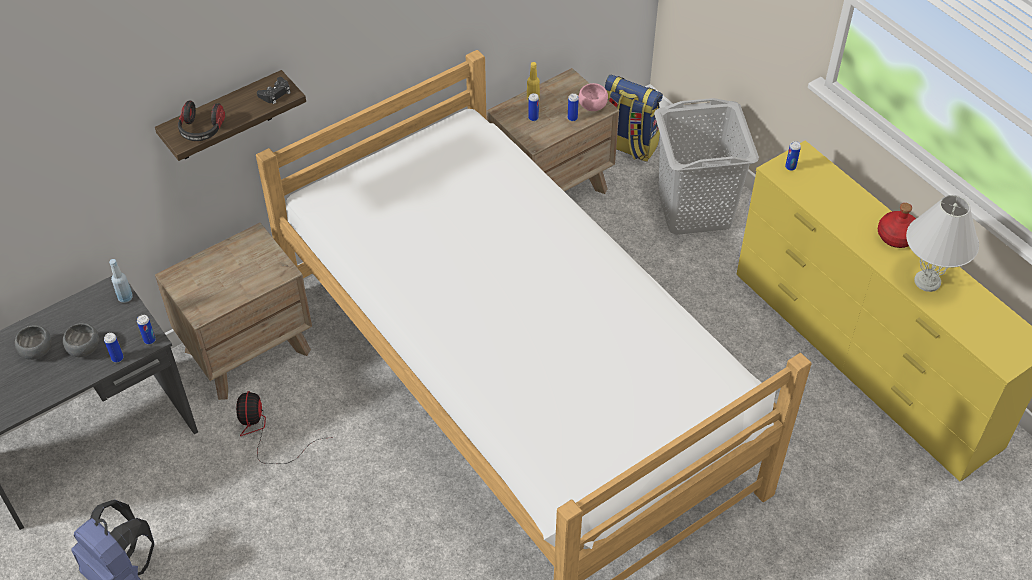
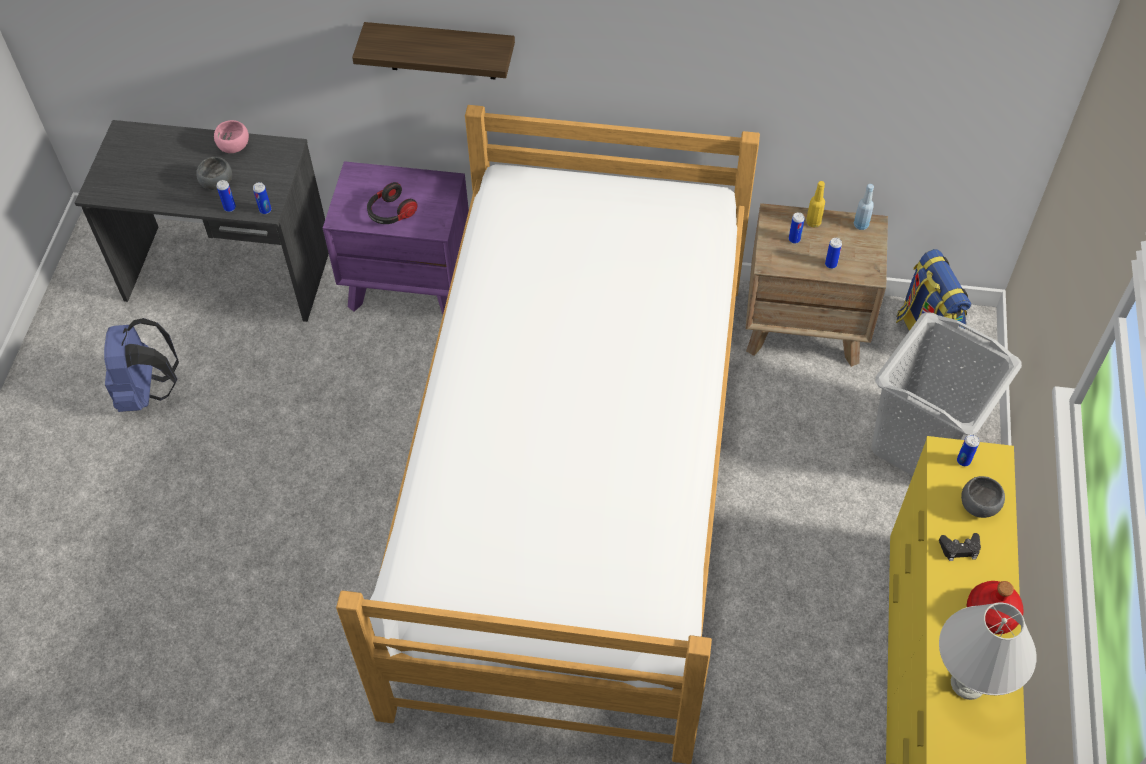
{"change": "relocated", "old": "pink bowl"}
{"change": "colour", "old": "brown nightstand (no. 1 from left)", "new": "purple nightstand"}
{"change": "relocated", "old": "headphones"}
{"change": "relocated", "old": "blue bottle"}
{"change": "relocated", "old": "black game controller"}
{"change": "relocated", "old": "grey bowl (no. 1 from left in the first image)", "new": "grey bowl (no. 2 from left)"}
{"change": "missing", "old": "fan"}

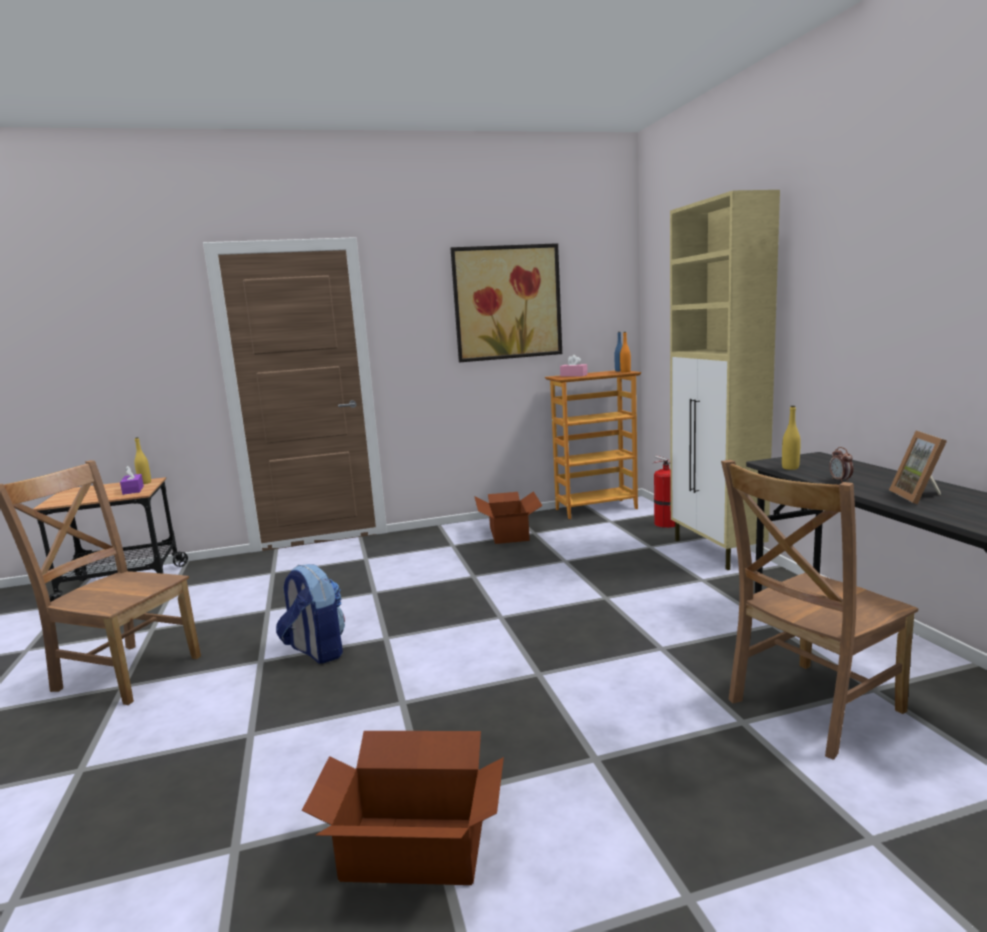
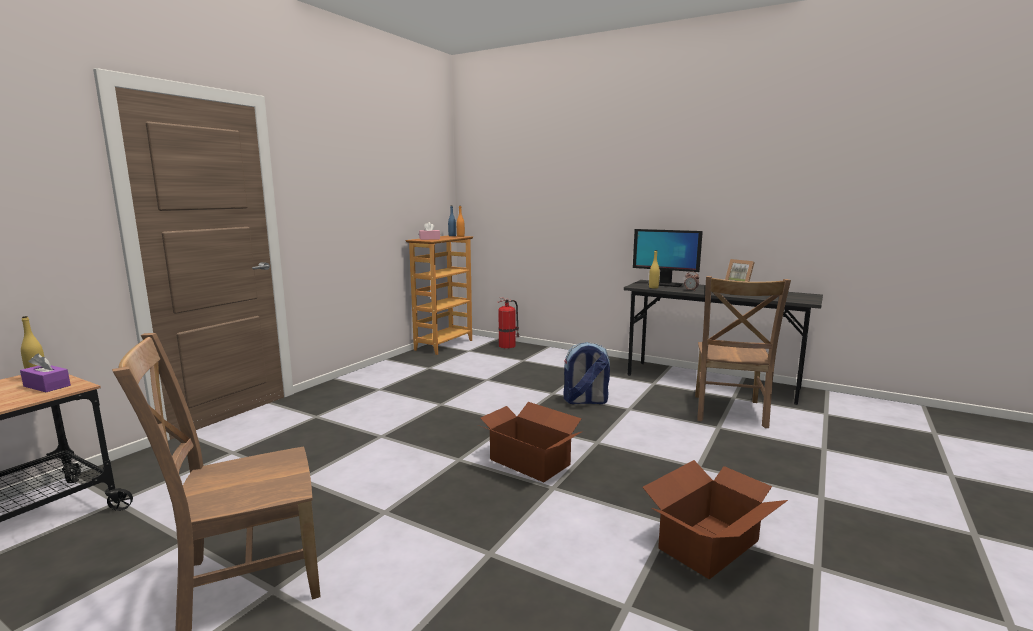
{"change": "relocated", "old": "cardboard box (no. 2 from left in the first image)", "new": "cardboard box (no. 1 from left)"}
{"change": "relocated", "old": "backpack"}
{"change": "appeared", "new": "monitor"}
{"change": "missing", "old": "picture"}
{"change": "missing", "old": "beige cabinet"}

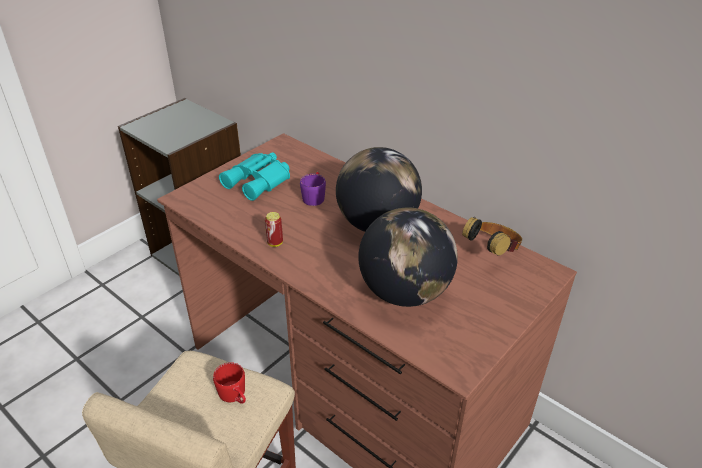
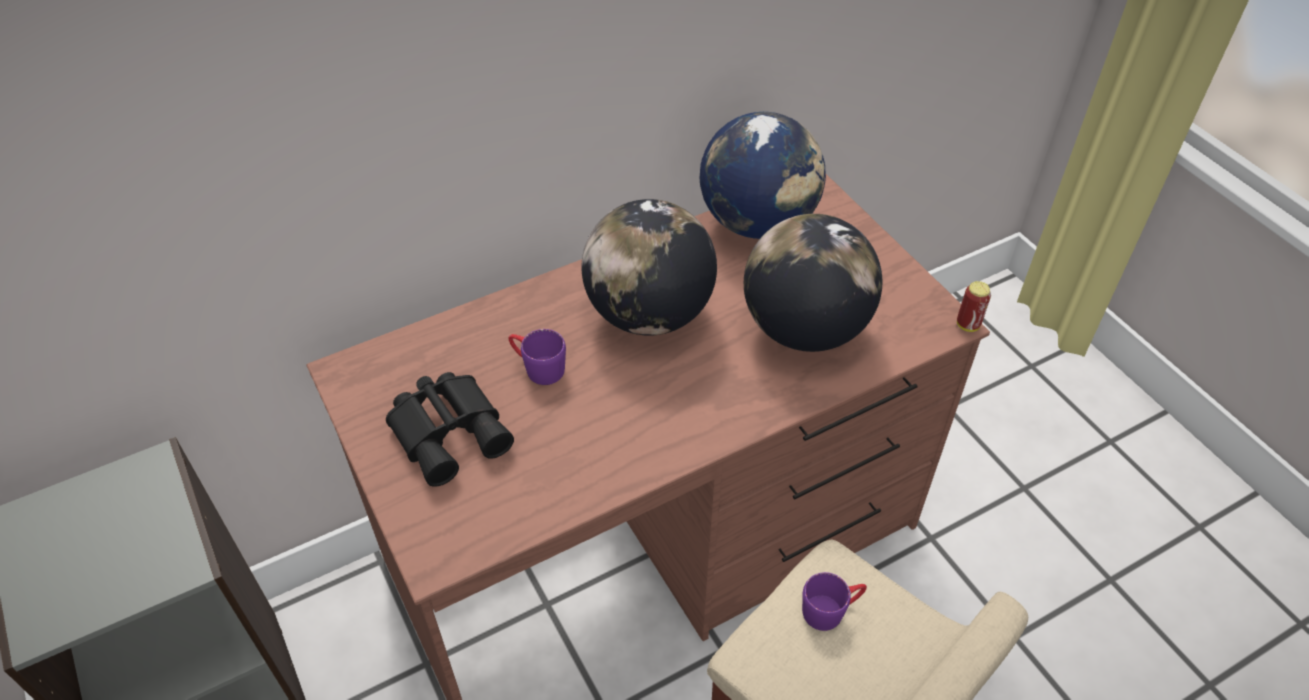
{"change": "colour", "old": "turquoise binoculars", "new": "black binoculars"}
{"change": "exchanged", "old": "headphones", "new": "globe (no. 2 from left)"}
{"change": "colour", "old": "red mug", "new": "purple mug (no. 2 from left)"}
{"change": "relocated", "old": "can"}

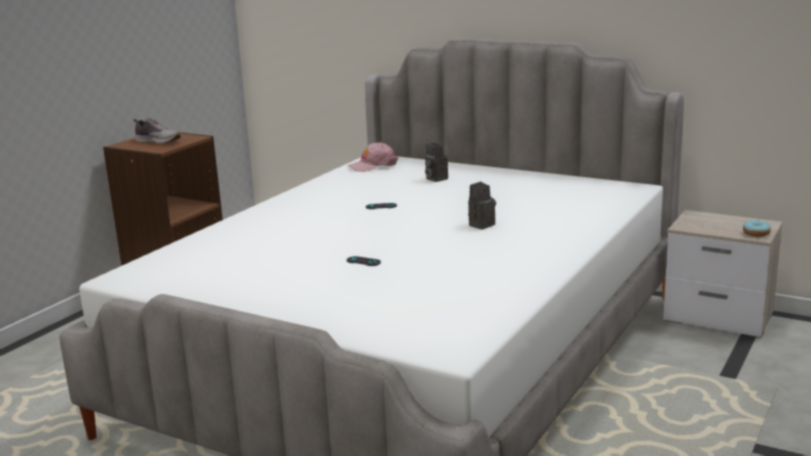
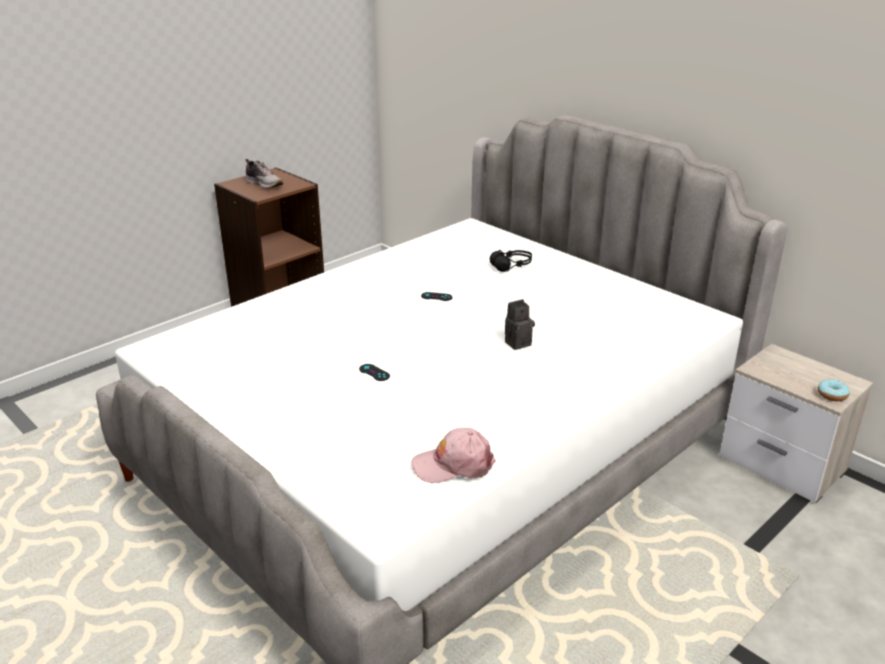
{"change": "relocated", "old": "pink cap"}
{"change": "exchanged", "old": "photo camera (no. 1 from left)", "new": "black headphones"}

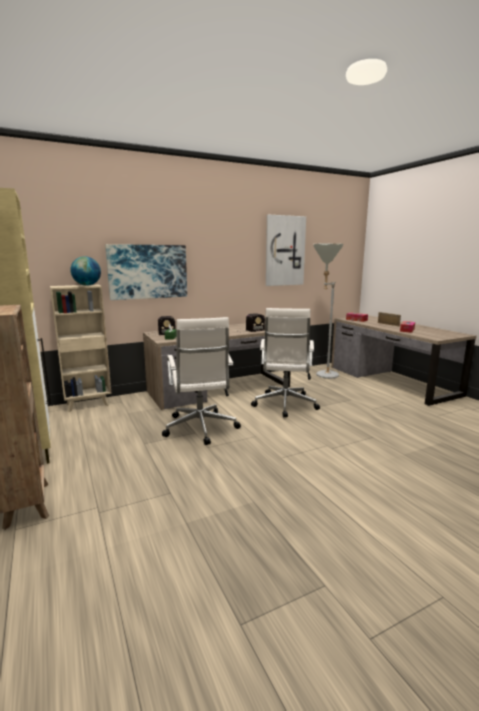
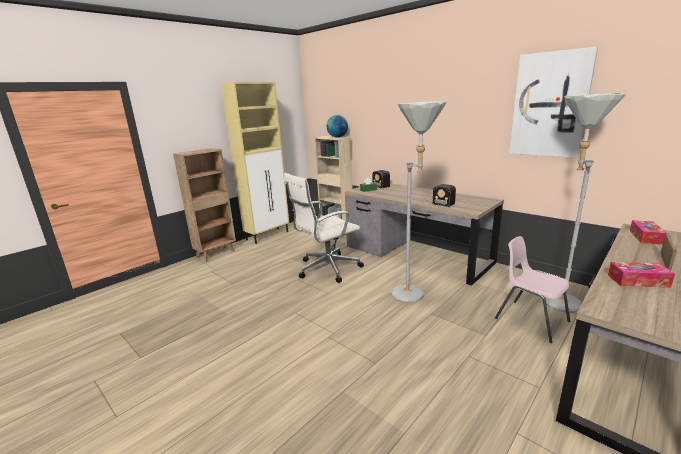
{"change": "exchanged", "old": "white office chair (no. 2 from left)", "new": "grey floor lamp (no. 1 from left)"}
{"change": "appeared", "new": "pink chair"}
{"change": "missing", "old": "picture (no. 1 from left)"}

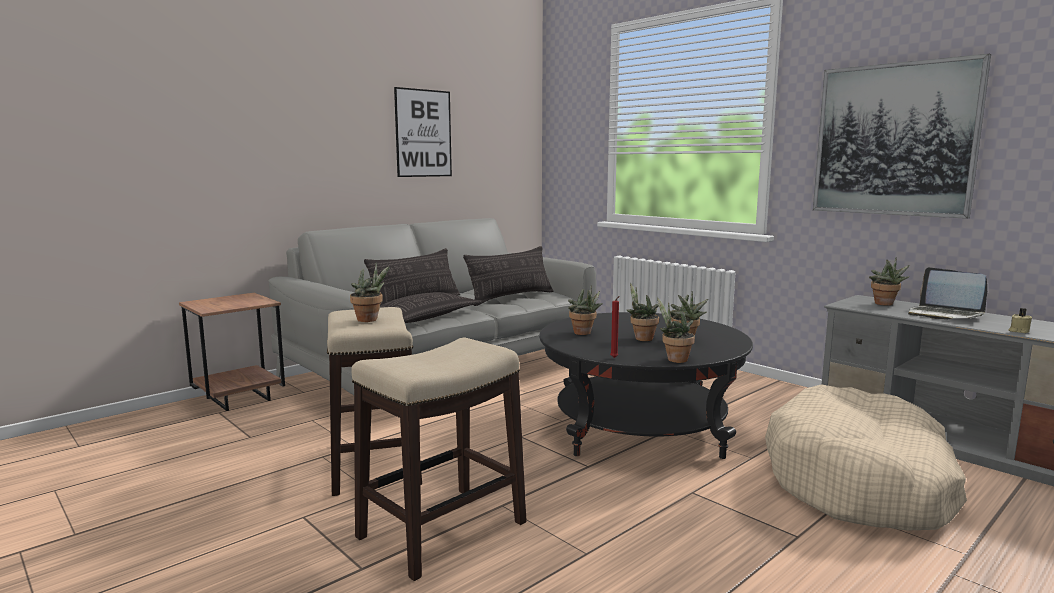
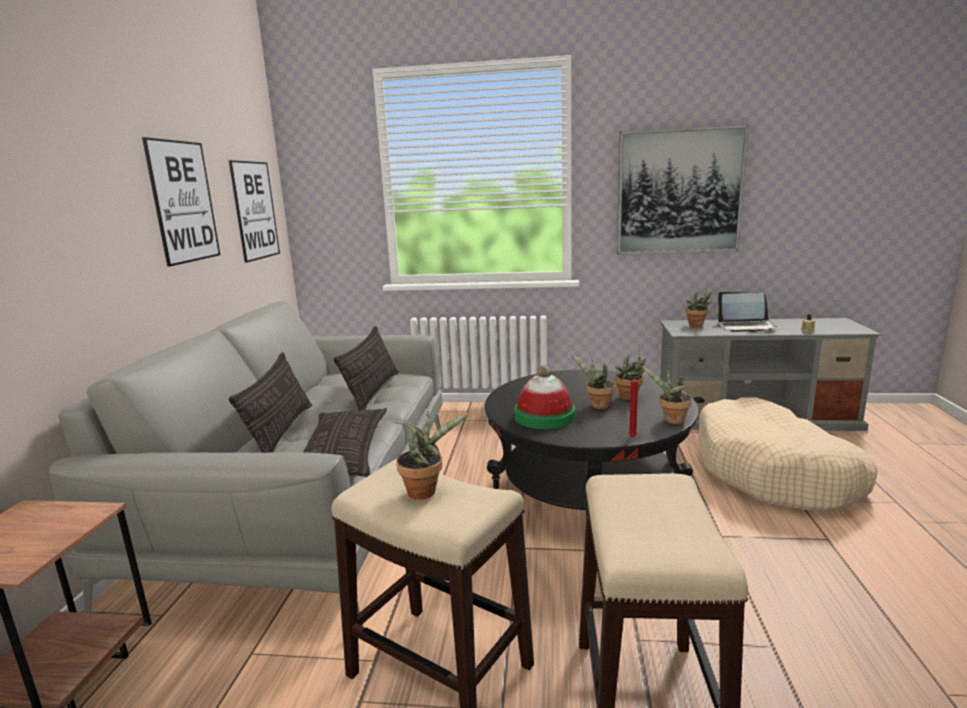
{"change": "appeared", "new": "picture (no. 2 from left)"}
{"change": "exchanged", "old": "potted plant (no. 2 from left)", "new": "hat"}

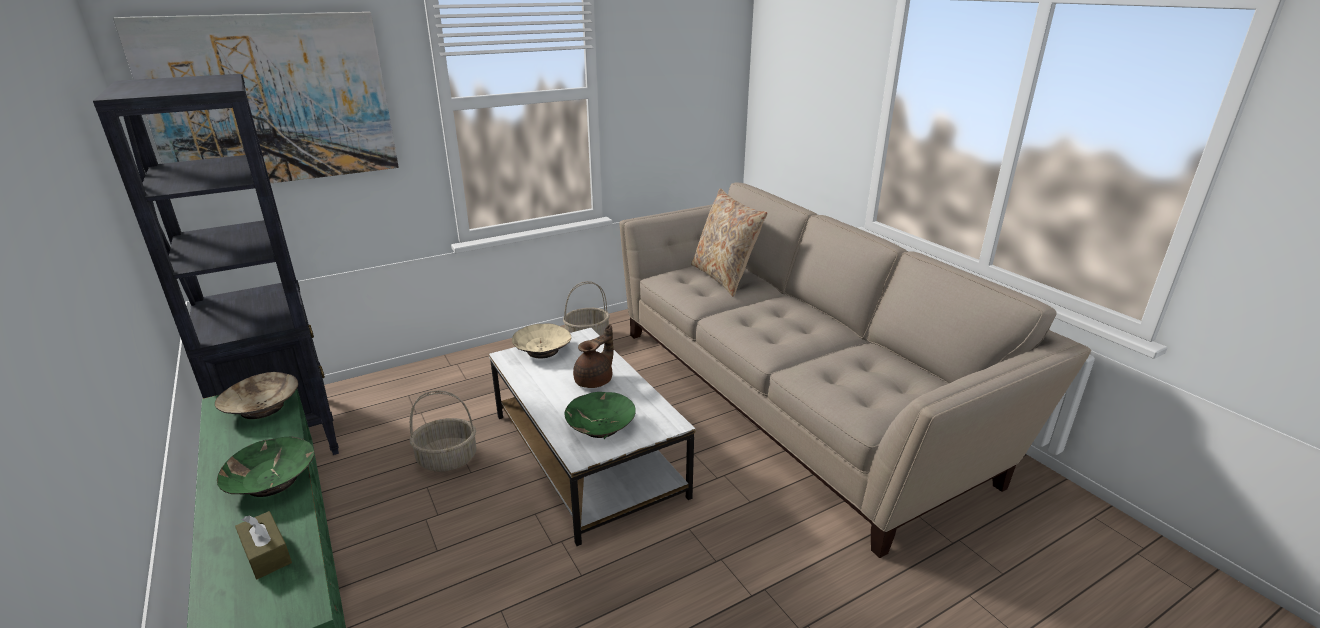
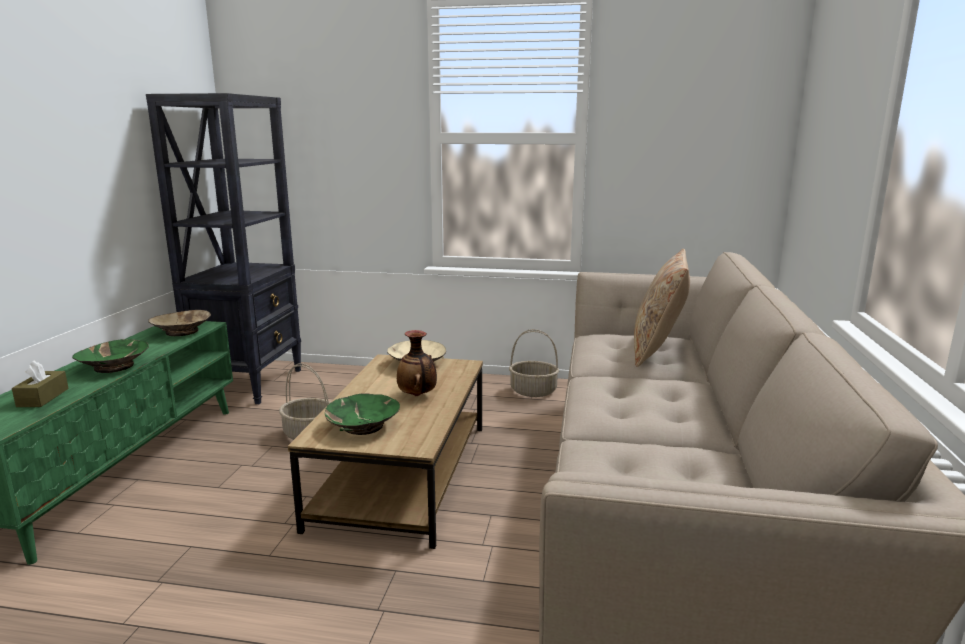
{"change": "colour", "old": "white coffee table", "new": "brown coffee table"}
{"change": "exchanged", "old": "brown teapot", "new": "vase"}
{"change": "missing", "old": "picture"}

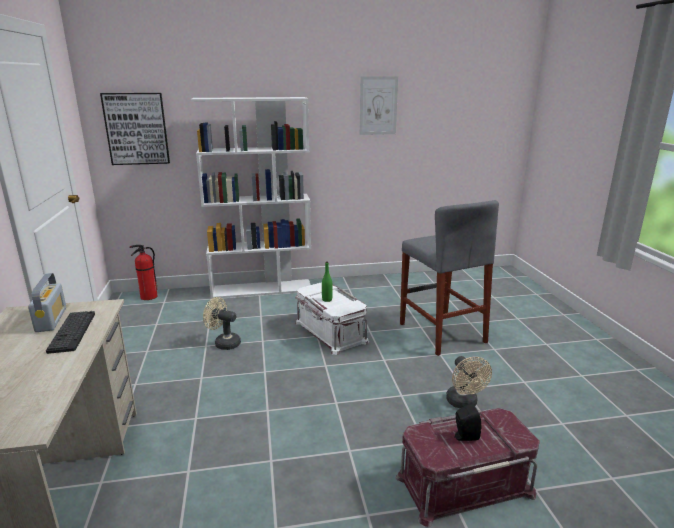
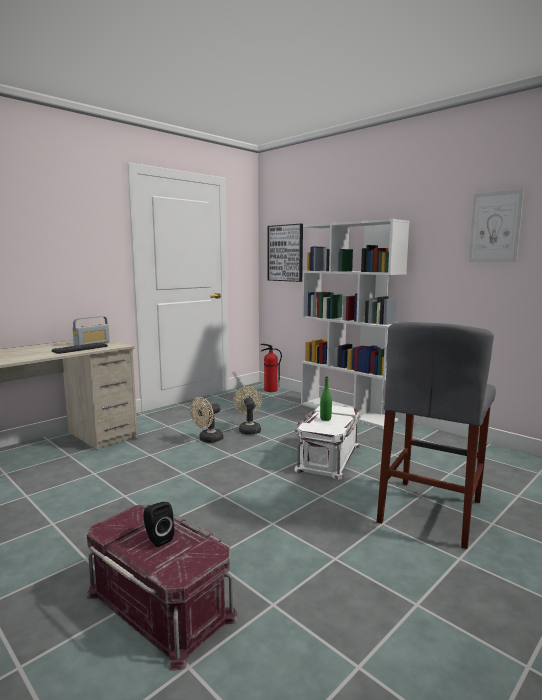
{"change": "relocated", "old": "beige fan (no. 2 from left in the first image)", "new": "beige fan (no. 1 from left)"}

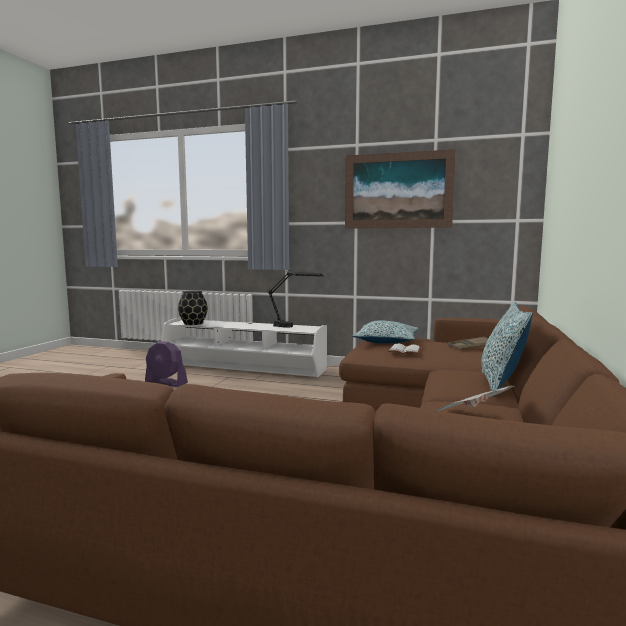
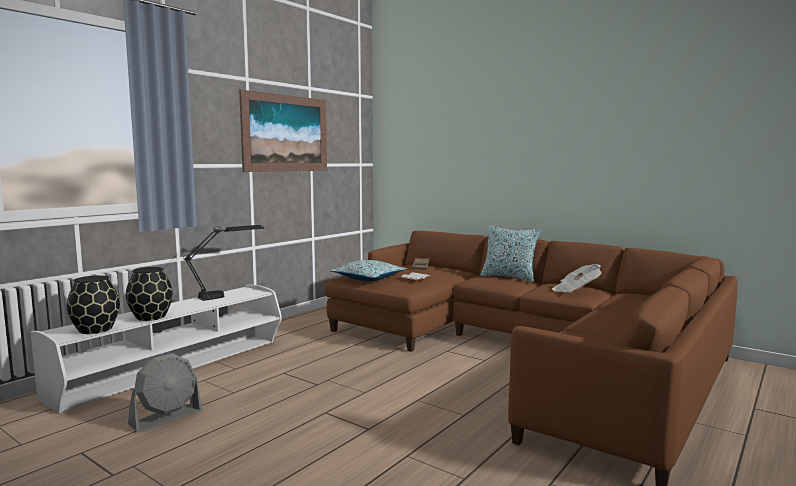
{"change": "appeared", "new": "black vase (no. 2 from left)"}
{"change": "colour", "old": "purple fan", "new": "grey fan"}

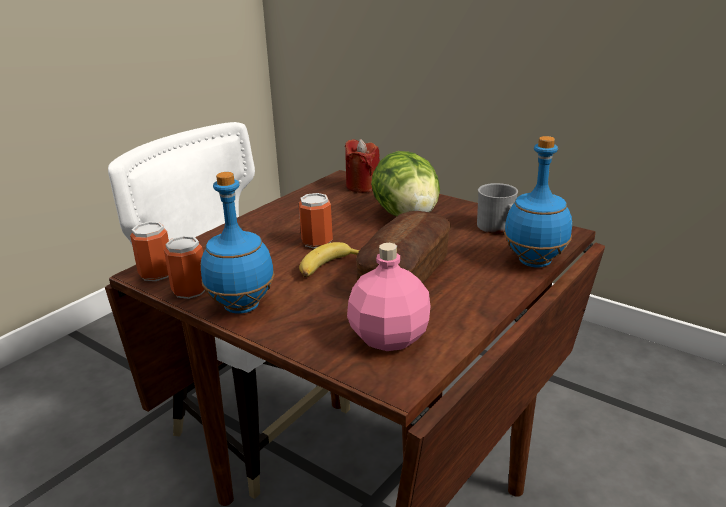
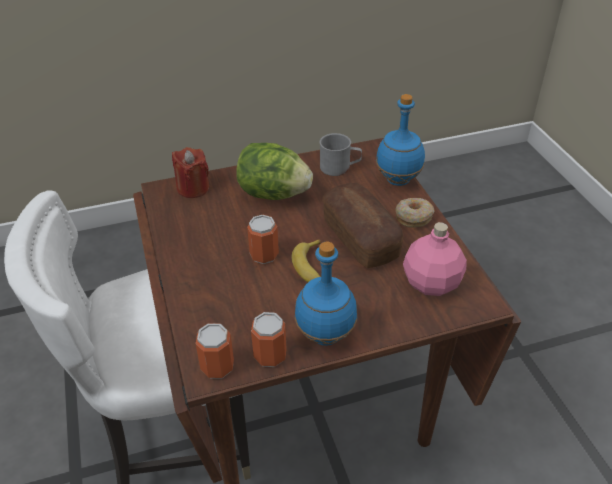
{"change": "appeared", "new": "donut"}

